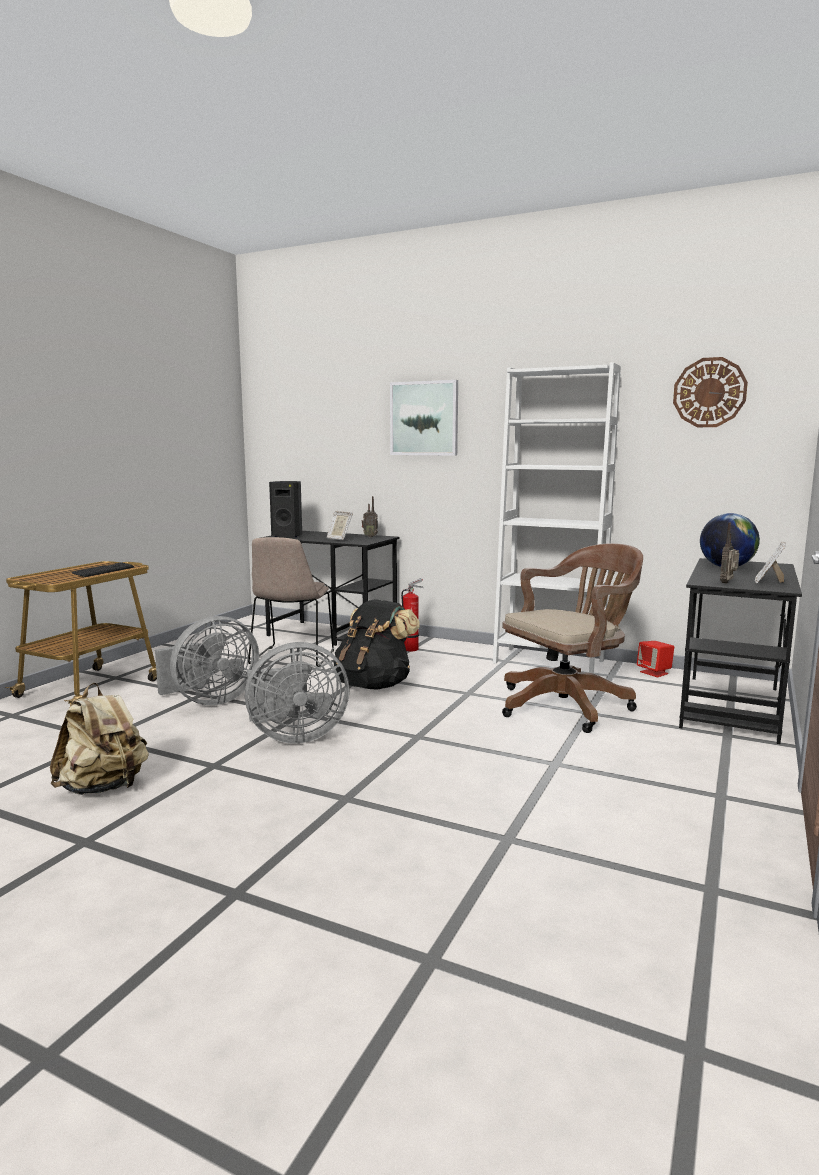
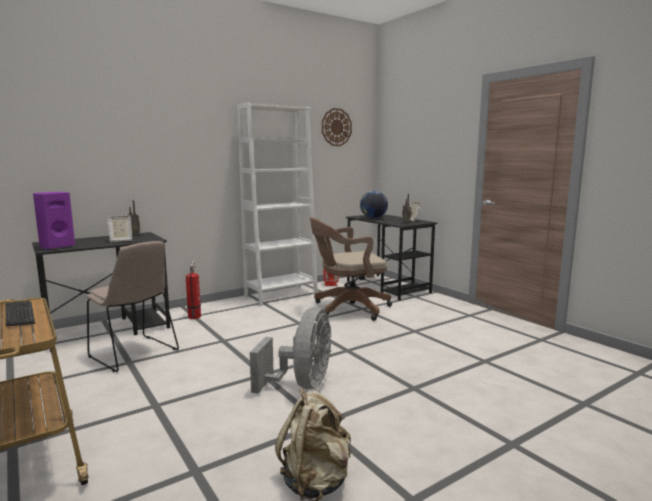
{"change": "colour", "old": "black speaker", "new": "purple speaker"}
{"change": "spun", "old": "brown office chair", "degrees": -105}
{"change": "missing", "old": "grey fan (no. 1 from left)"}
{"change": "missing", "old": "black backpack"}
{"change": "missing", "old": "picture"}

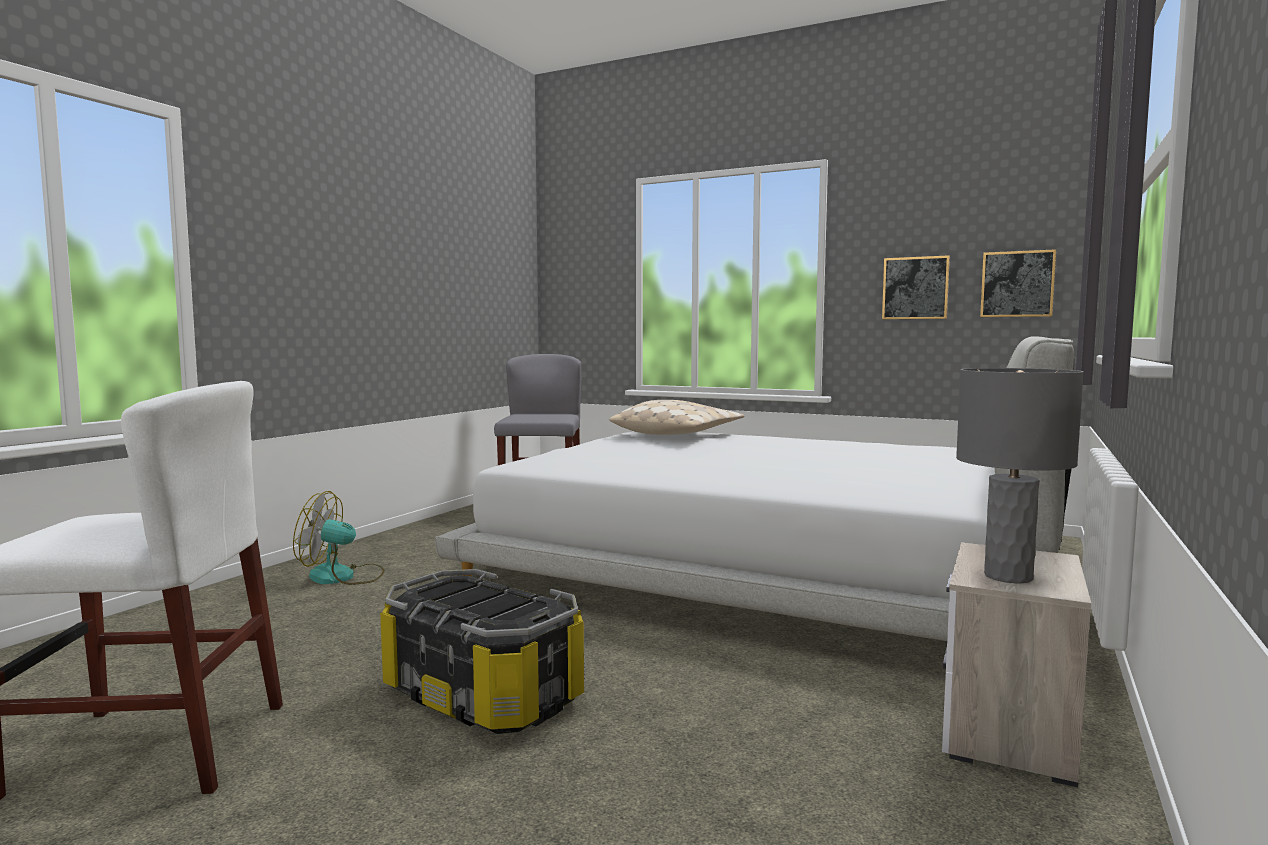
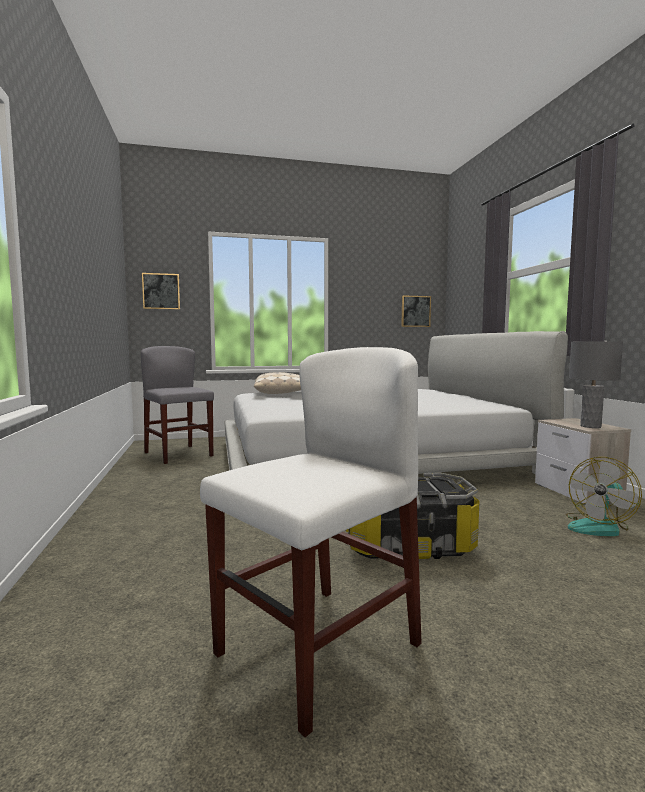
{"change": "relocated", "old": "picture (no. 1 from left)"}
{"change": "relocated", "old": "fan"}

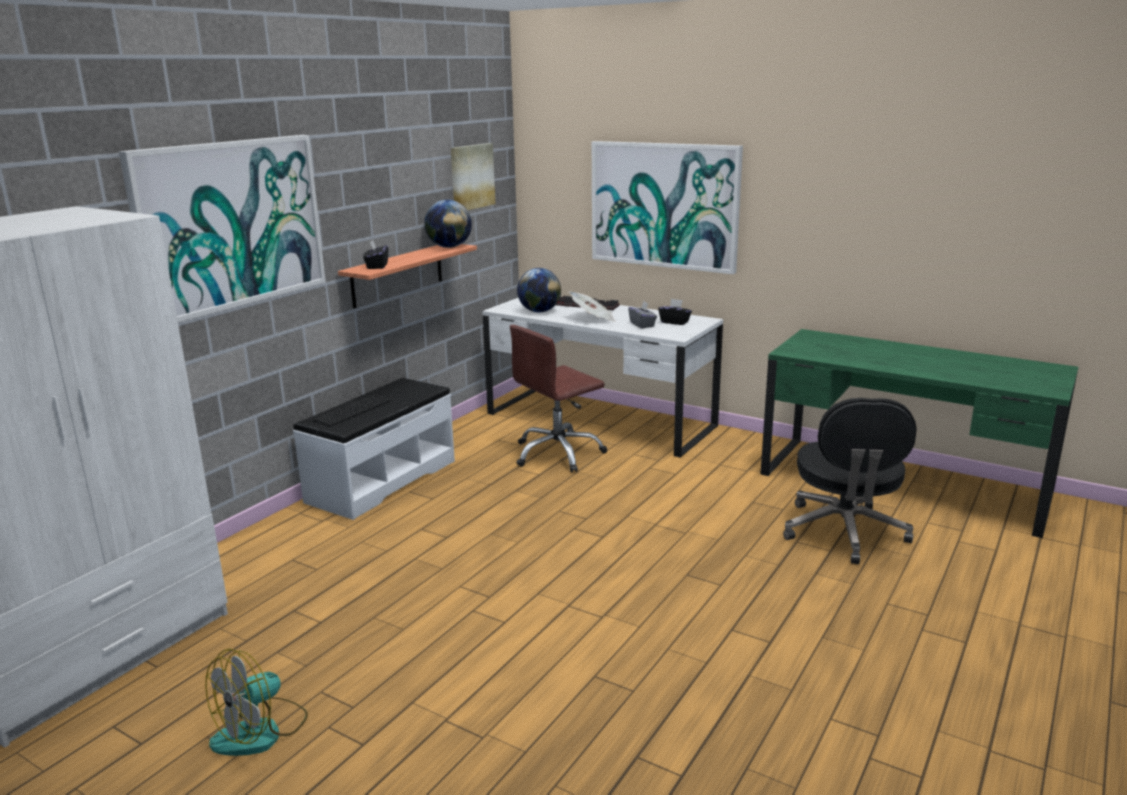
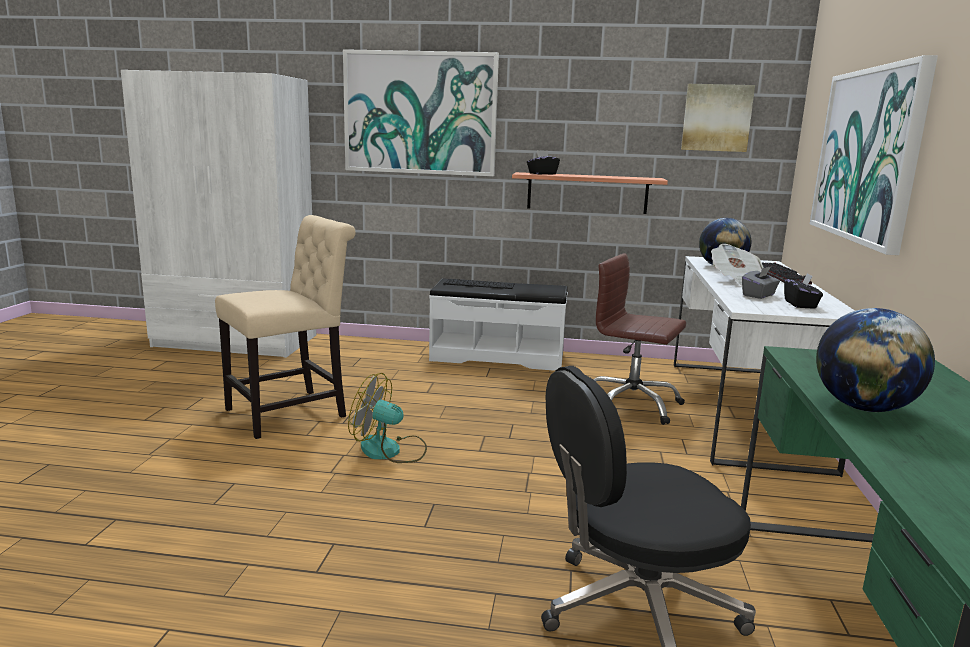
{"change": "appeared", "new": "beige chair"}
{"change": "relocated", "old": "fan"}
{"change": "relocated", "old": "globe (no. 1 from left in the first image)", "new": "globe (no. 2 from left)"}

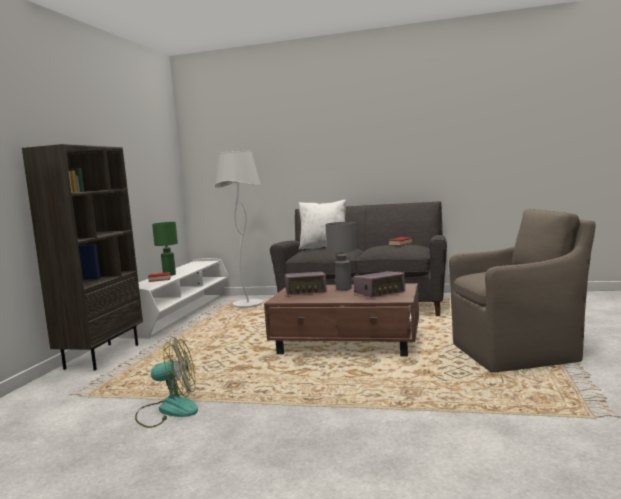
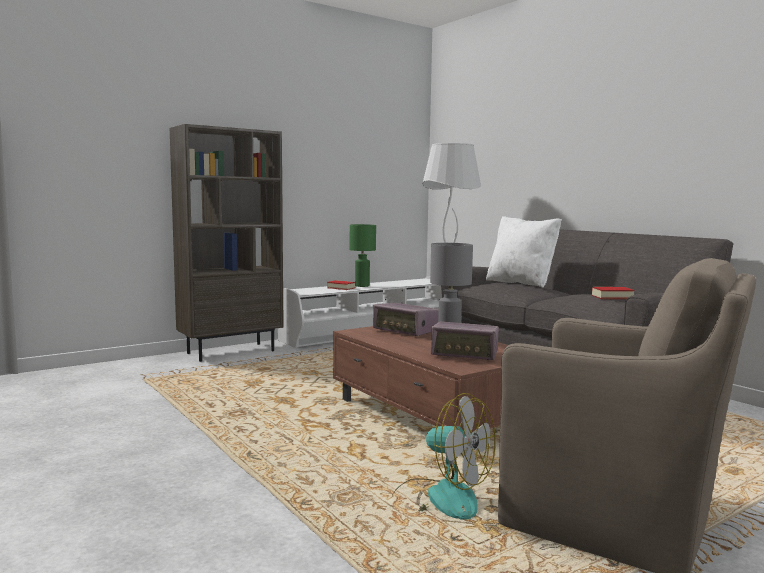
{"change": "relocated", "old": "fan"}

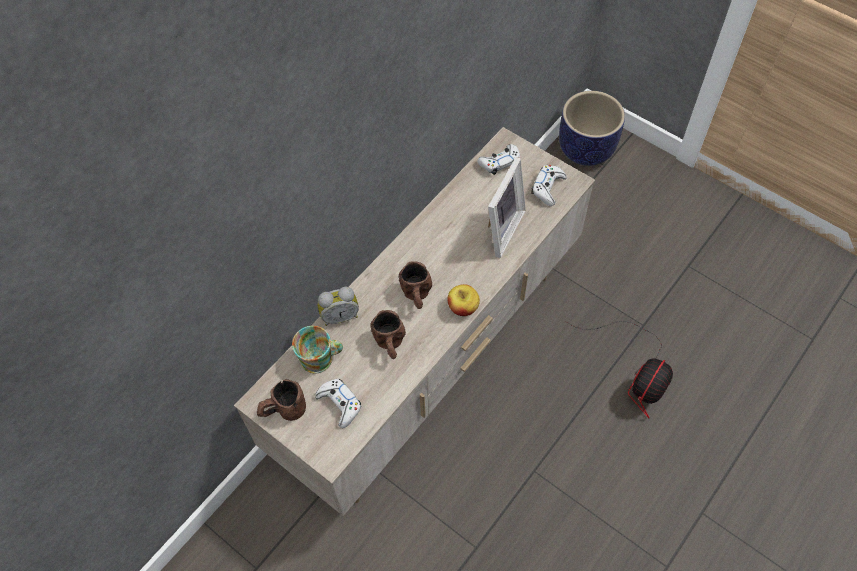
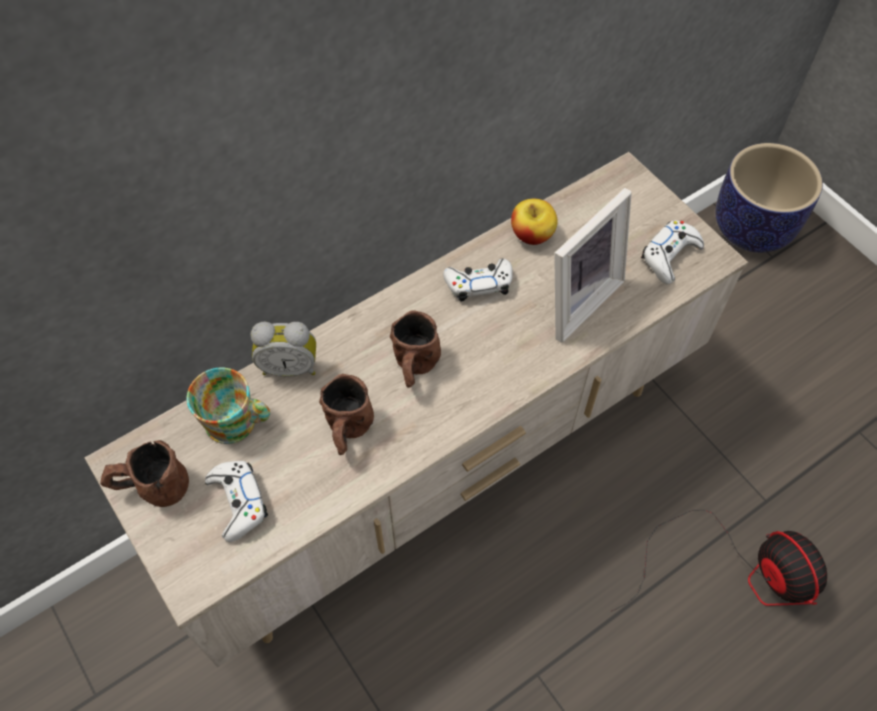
{"change": "relocated", "old": "white game controller (no. 2 from left)"}
{"change": "relocated", "old": "apple"}
{"change": "spun", "old": "fan", "degrees": -75}

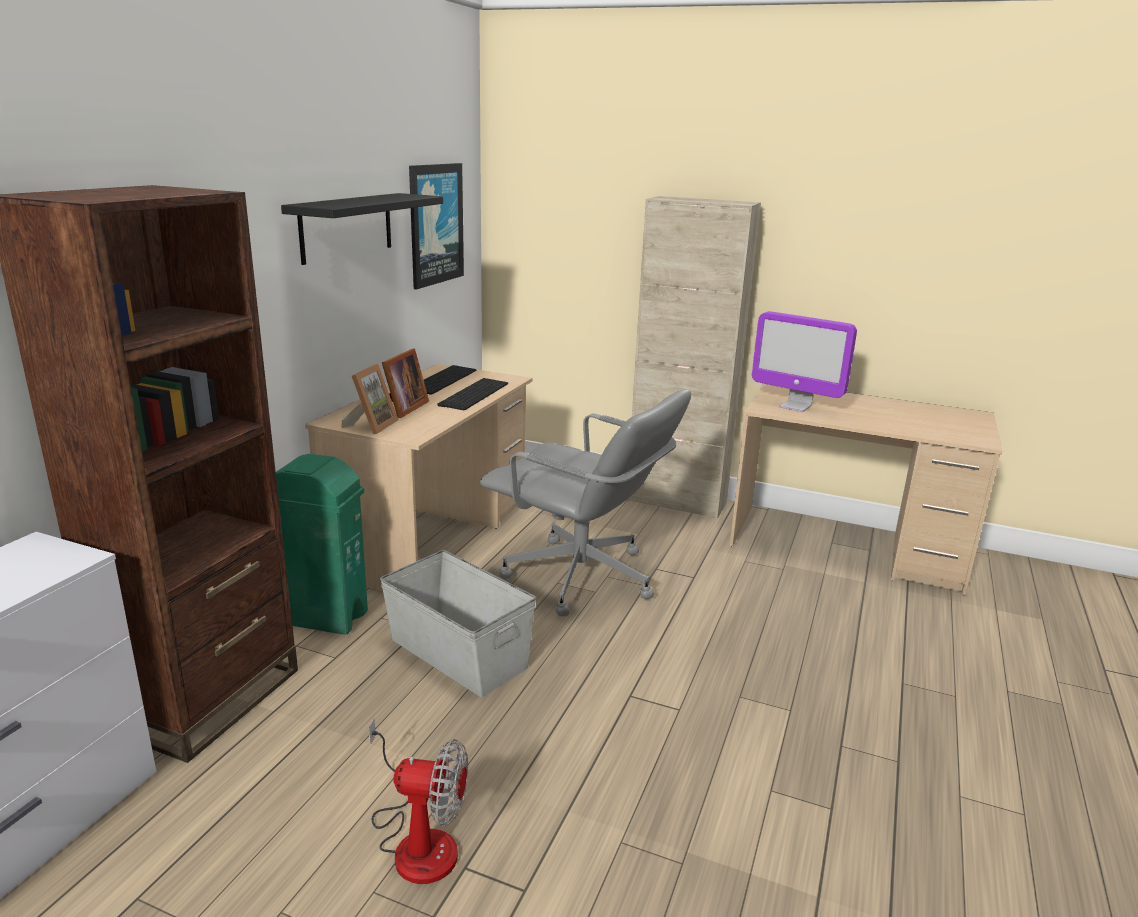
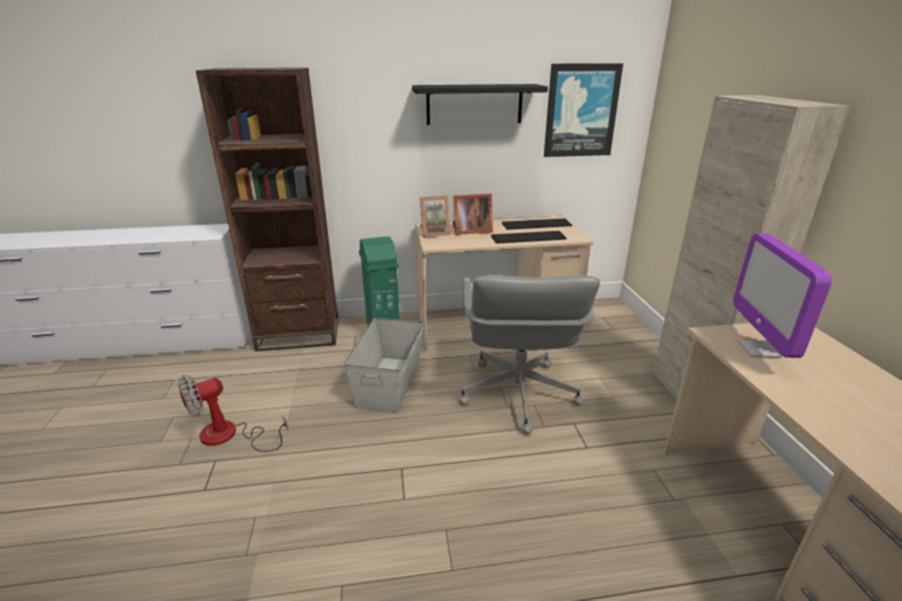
{"change": "spun", "old": "fan", "degrees": 75}

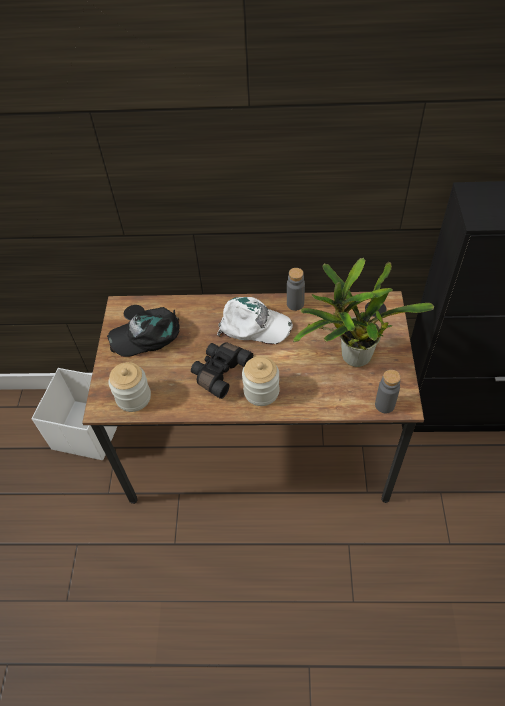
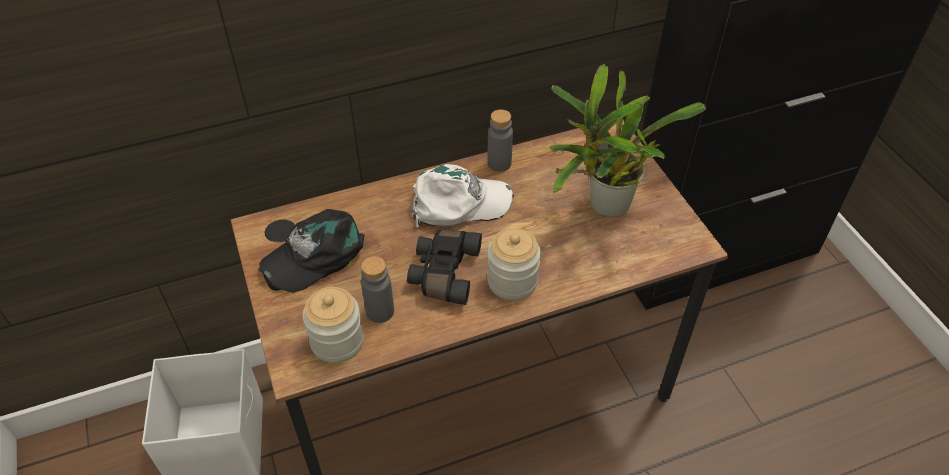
{"change": "relocated", "old": "grey bottle (no. 2 from left in the first image)", "new": "grey bottle (no. 1 from left)"}

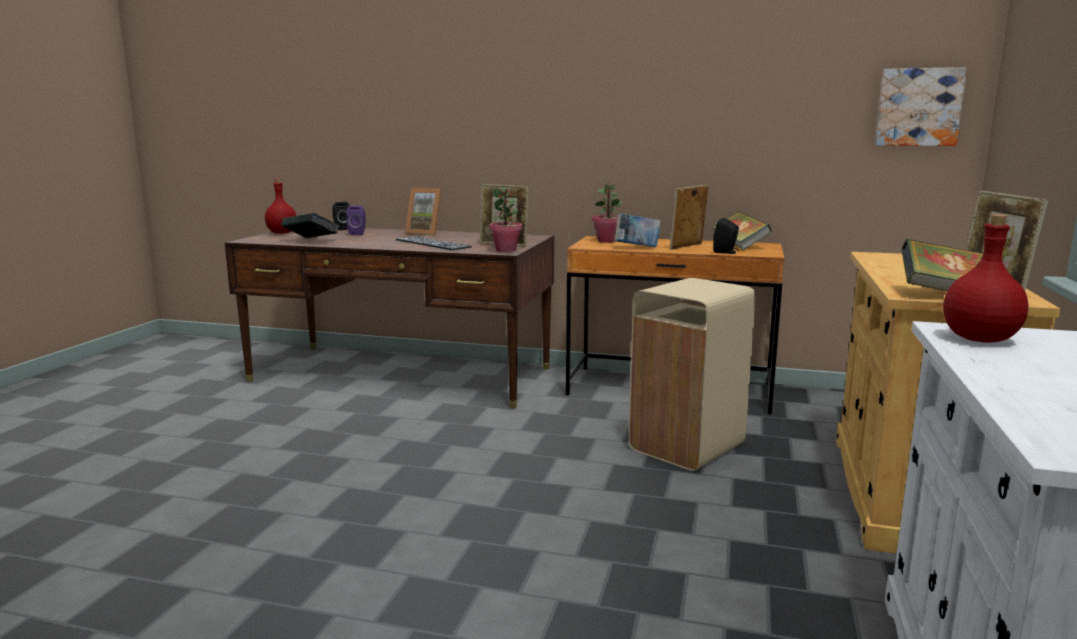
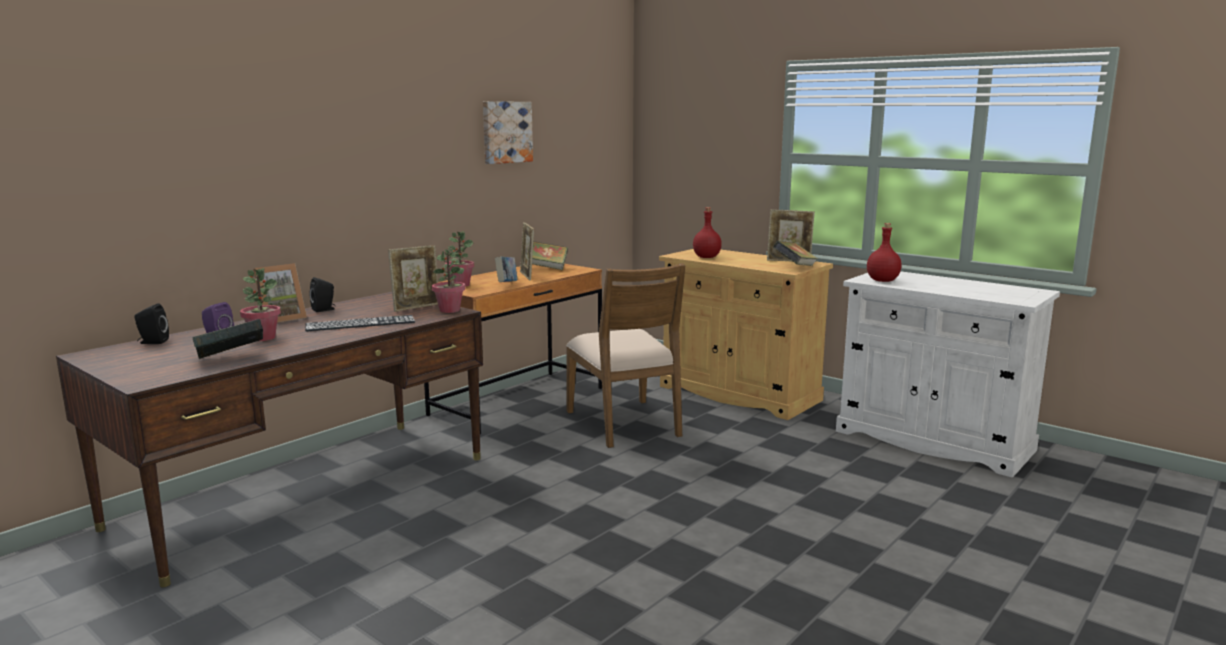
{"change": "appeared", "new": "potted plant (no. 1 from left)"}
{"change": "relocated", "old": "black speaker (no. 2 from left)"}
{"change": "relocated", "old": "picture"}
{"change": "exchanged", "old": "beige trash can", "new": "brown chair"}
{"change": "relocated", "old": "red bottle (no. 1 from left)"}

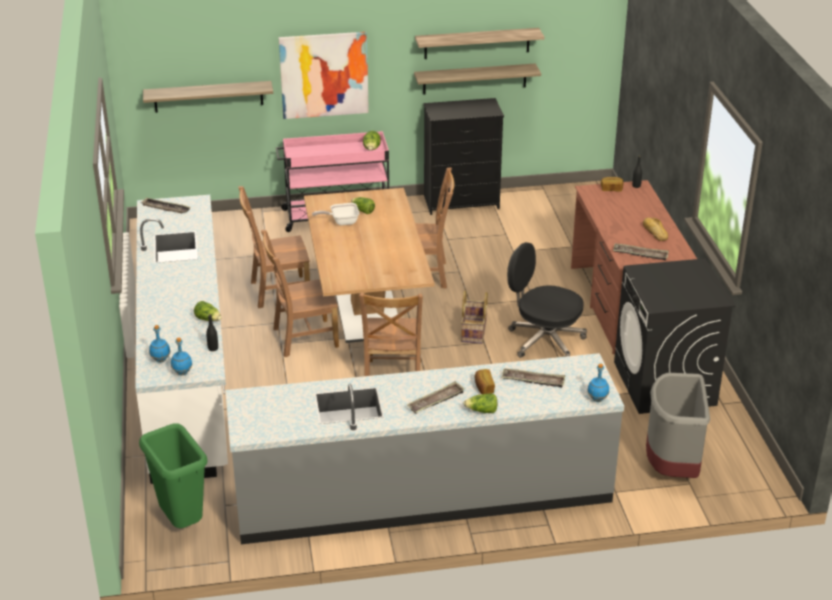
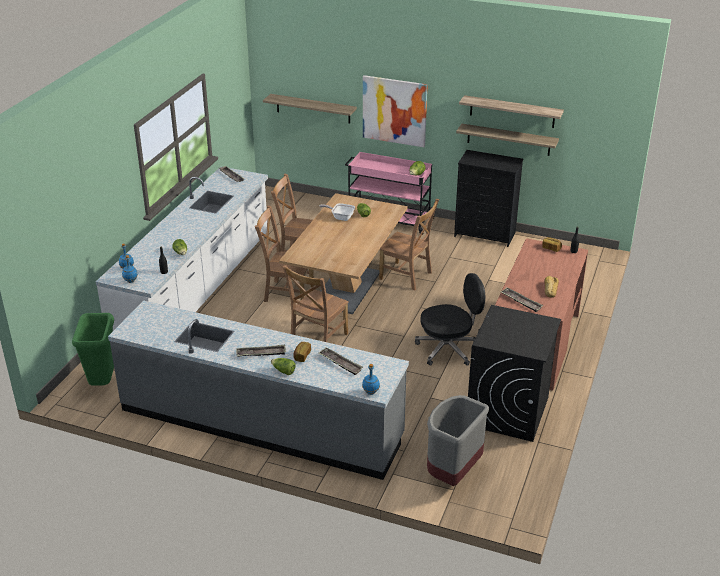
{"change": "spun", "old": "black office chair", "degrees": 105}
{"change": "missing", "old": "basket"}

